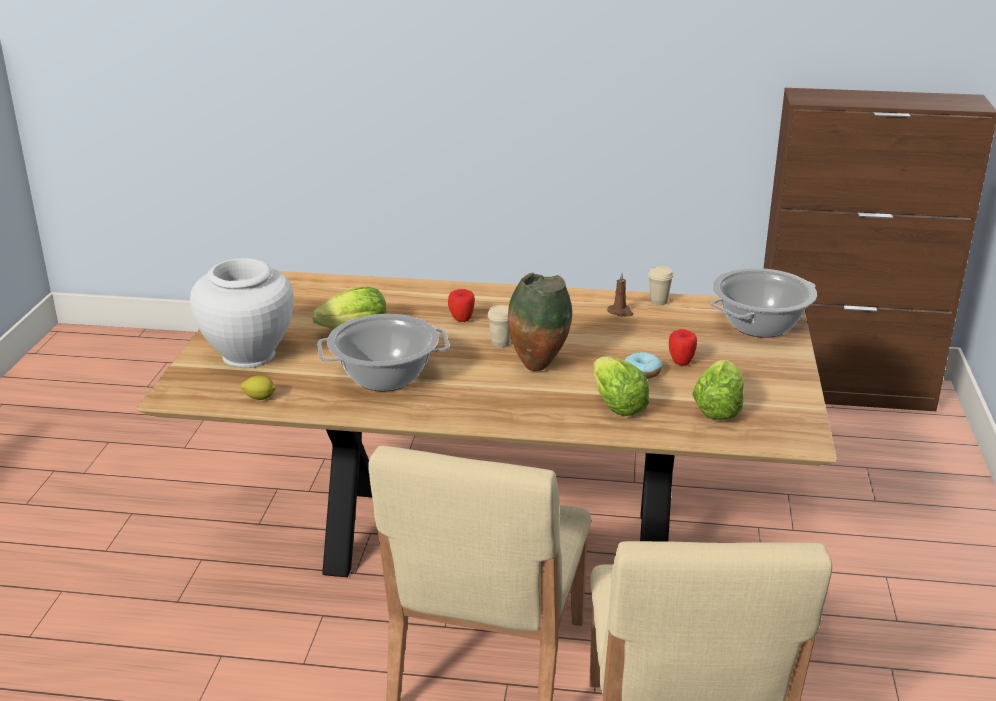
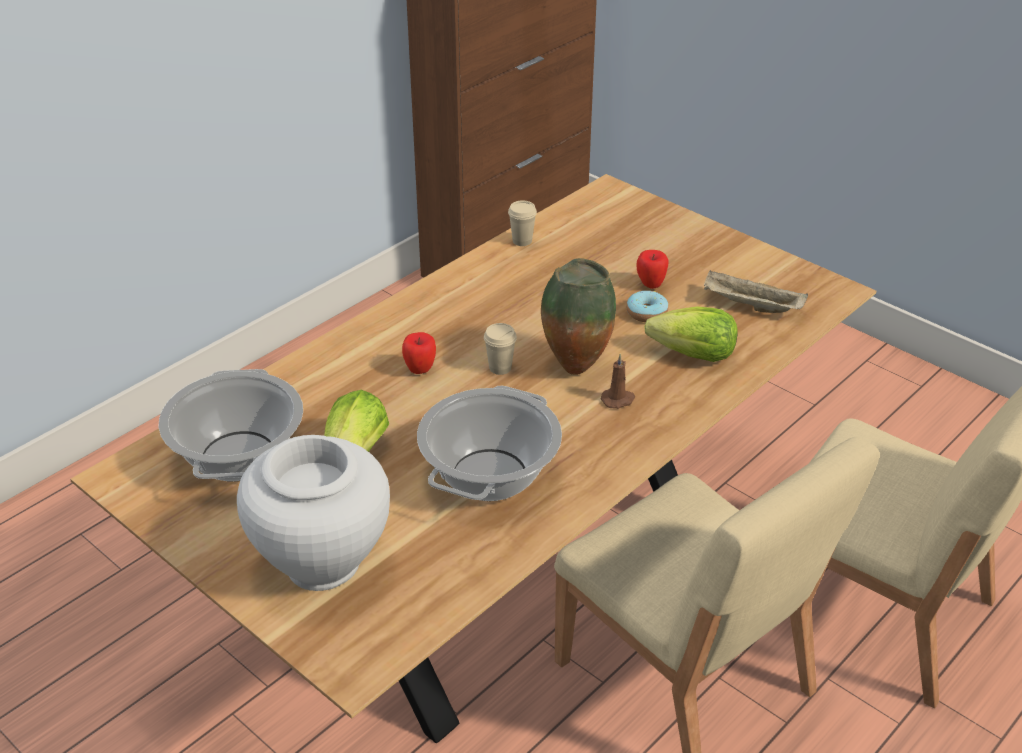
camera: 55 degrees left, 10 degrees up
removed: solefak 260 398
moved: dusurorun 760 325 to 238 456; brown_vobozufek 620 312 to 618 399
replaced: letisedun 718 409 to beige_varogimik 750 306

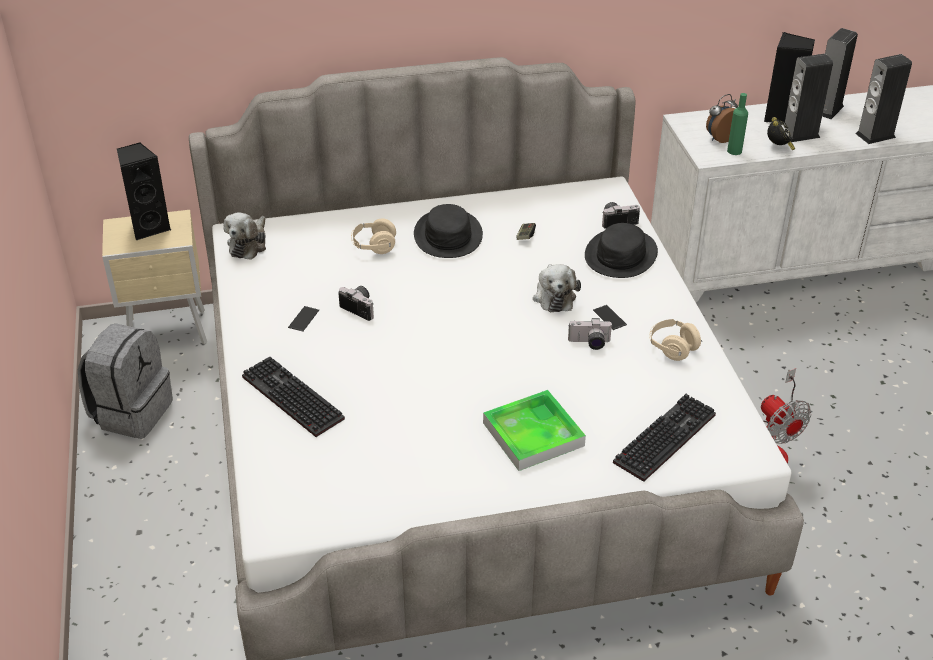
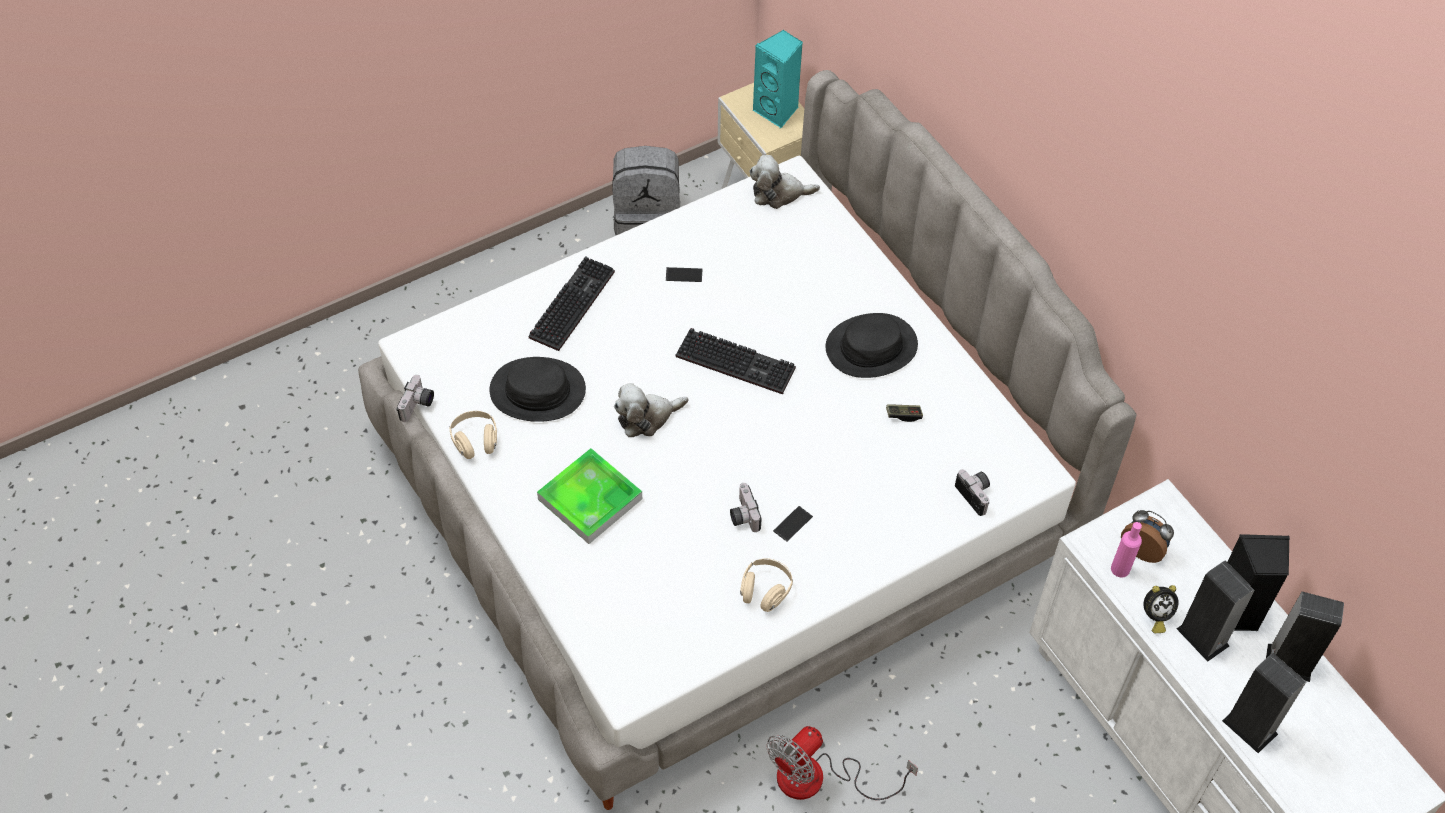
camera: 70 degrees right, 15 degrees up
moved: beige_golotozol 374 246 to 475 441; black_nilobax 621 255 to 537 391; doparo 554 296 to 647 417; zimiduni 360 308 to 418 406; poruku 664 436 to 738 361
recoloured: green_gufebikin 734 151 to pink_gufebikin 1120 569; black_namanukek 149 227 to turquoise_namanukek 777 111

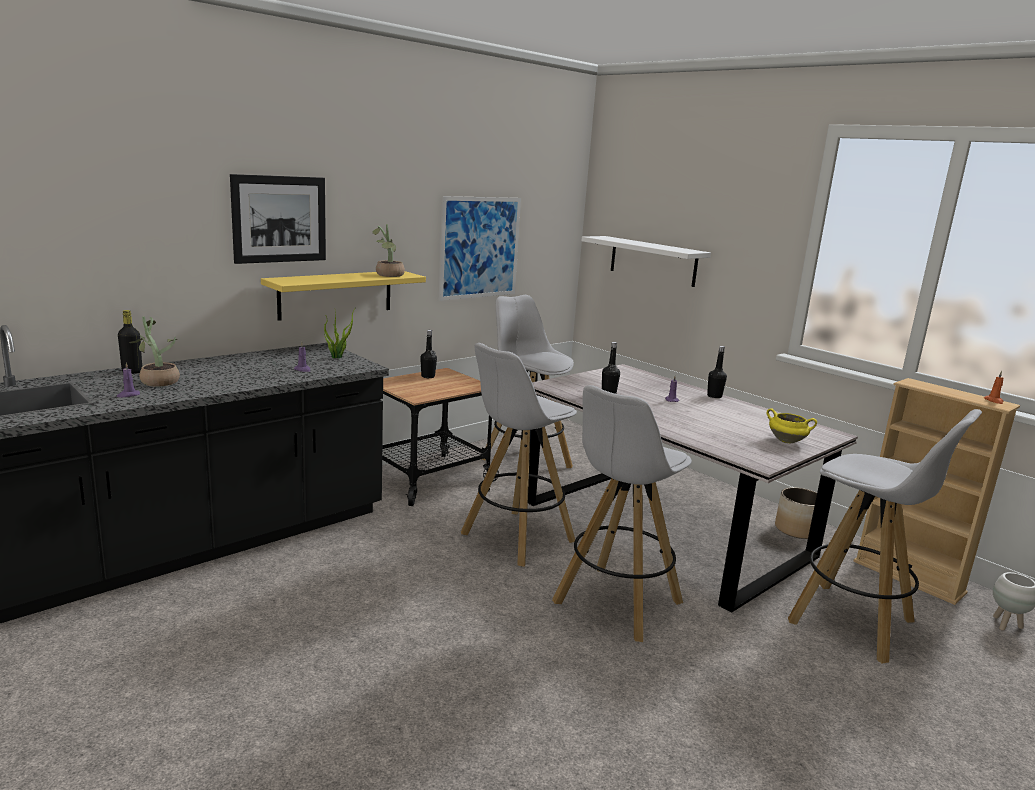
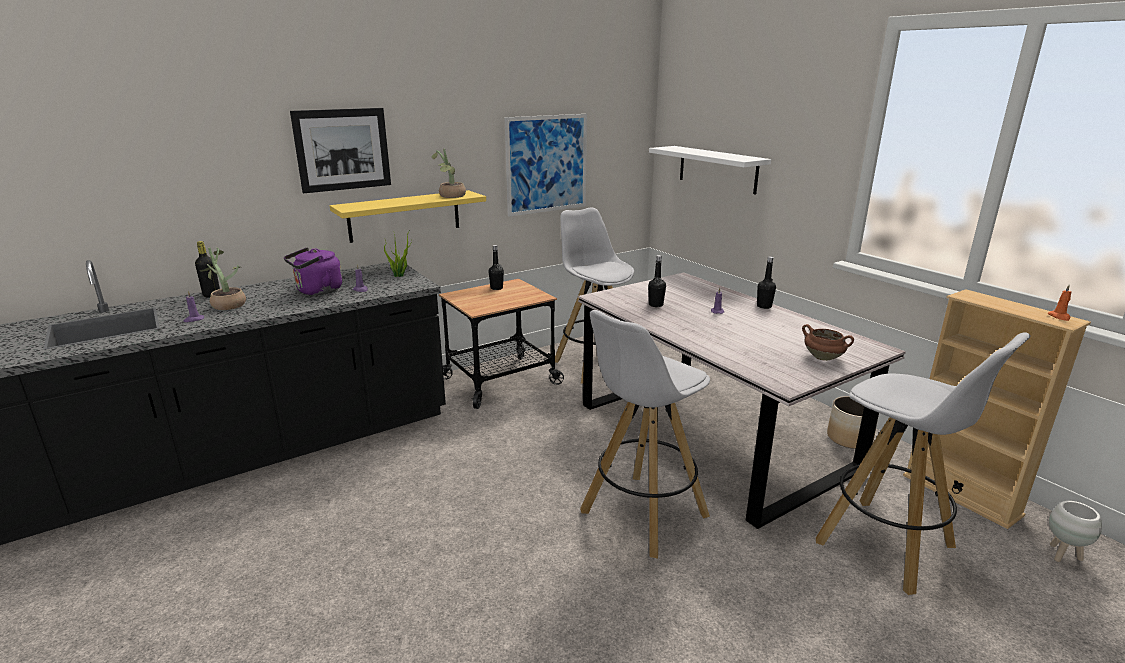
camera: 10 degrees right, 5 degrees up
removed: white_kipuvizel 516 538
added: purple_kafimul 317 291
recoloured: yellow_dusurorun 787 441 to brown_dusurorun 824 358

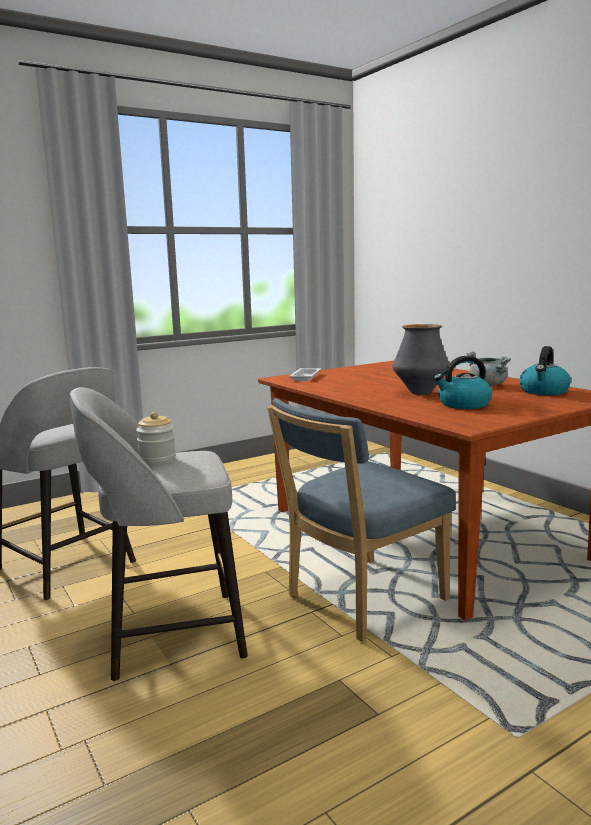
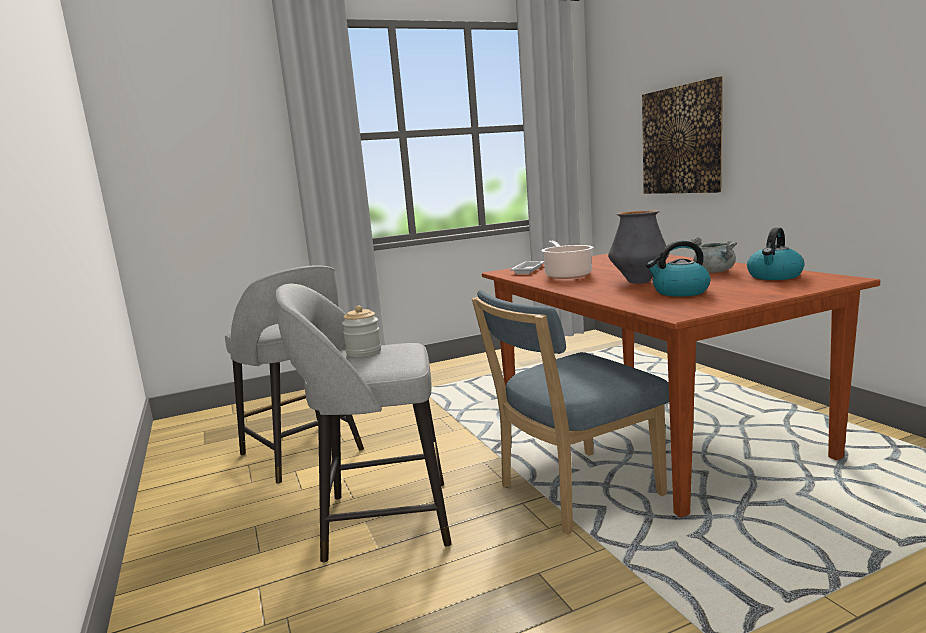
camera: 10 degrees right, 0 degrees up
added: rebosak 681 140; dusurorun 567 275

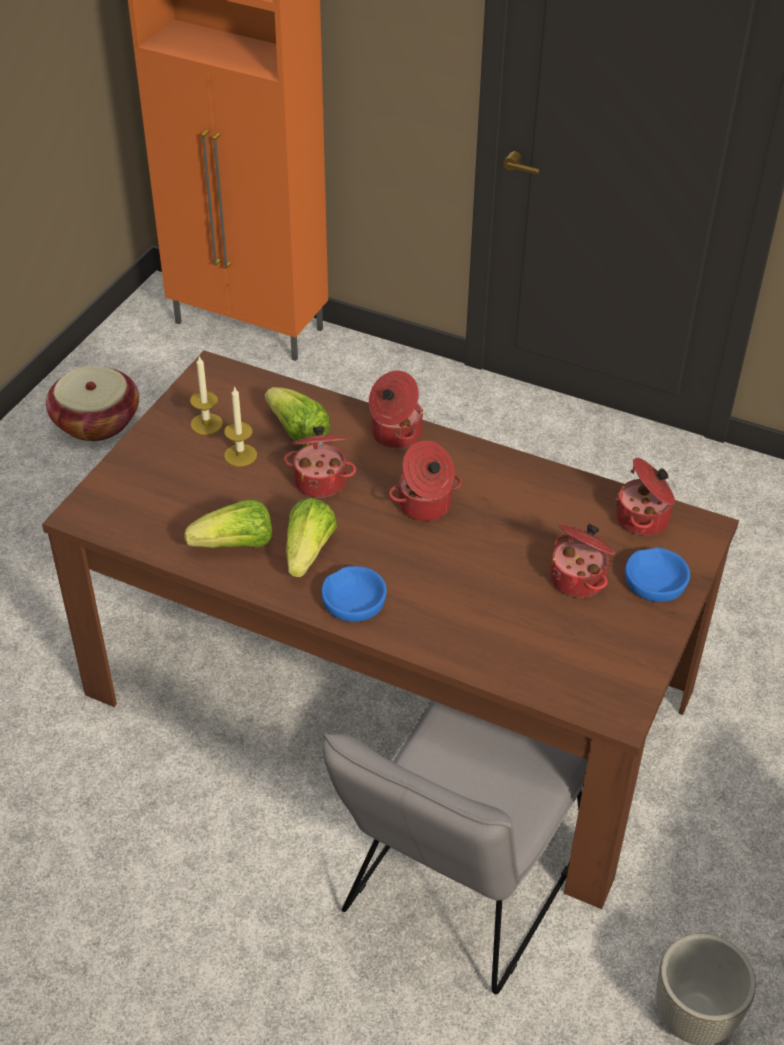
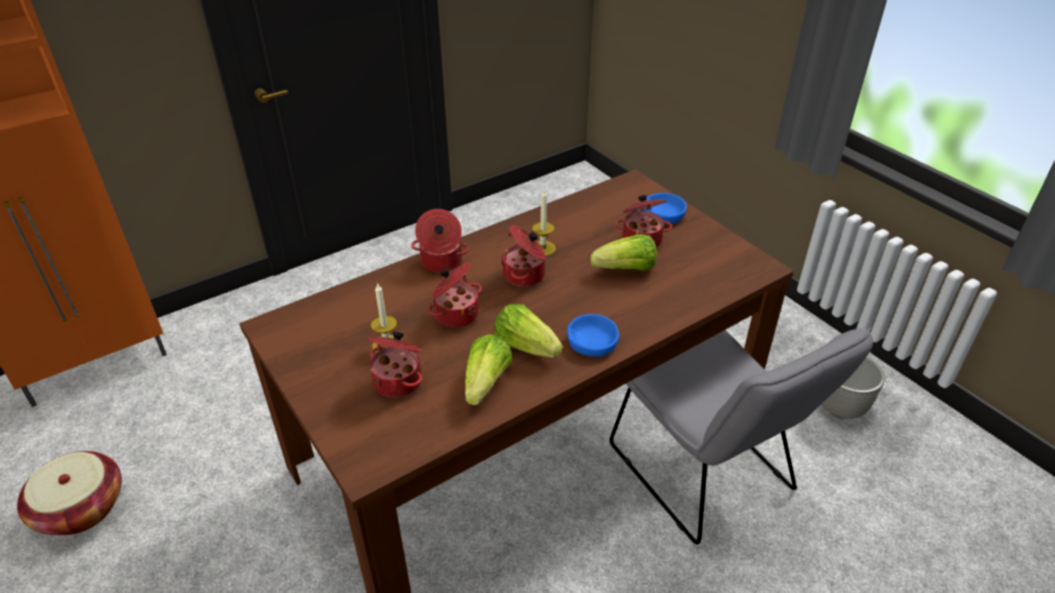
camera: 60 degrees left, 5 degrees down
moved: vobozufek 206 424 to 543 248; letisedun 297 432 to 626 269; dusurorun 643 519 to 399 381

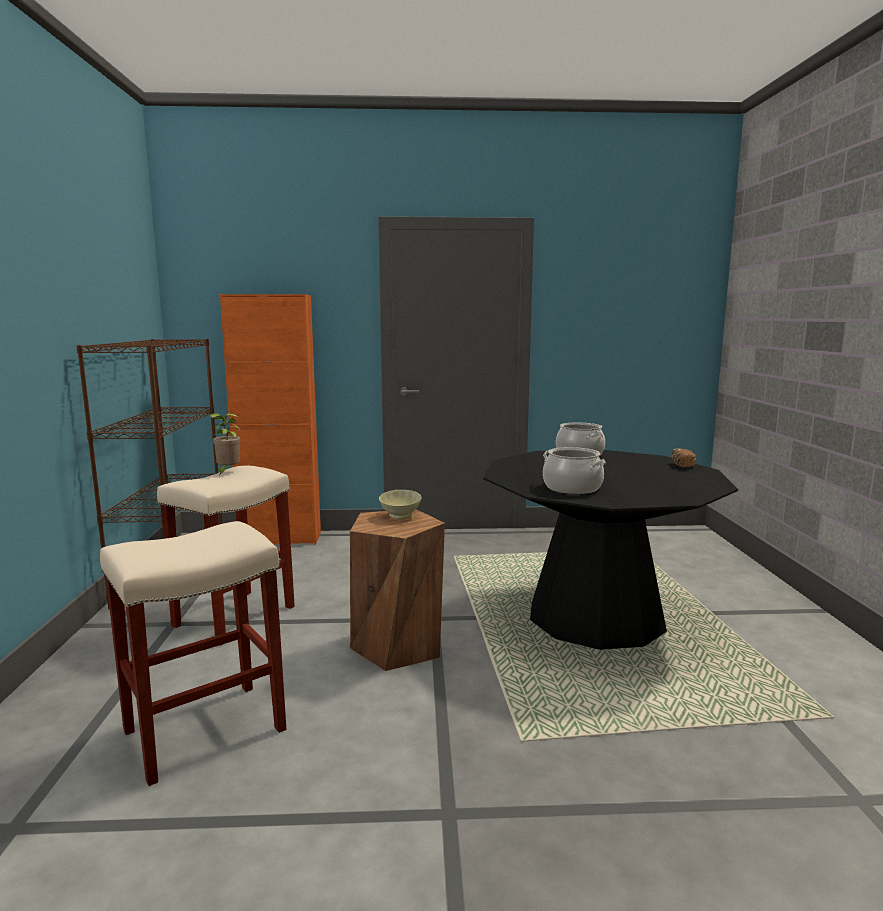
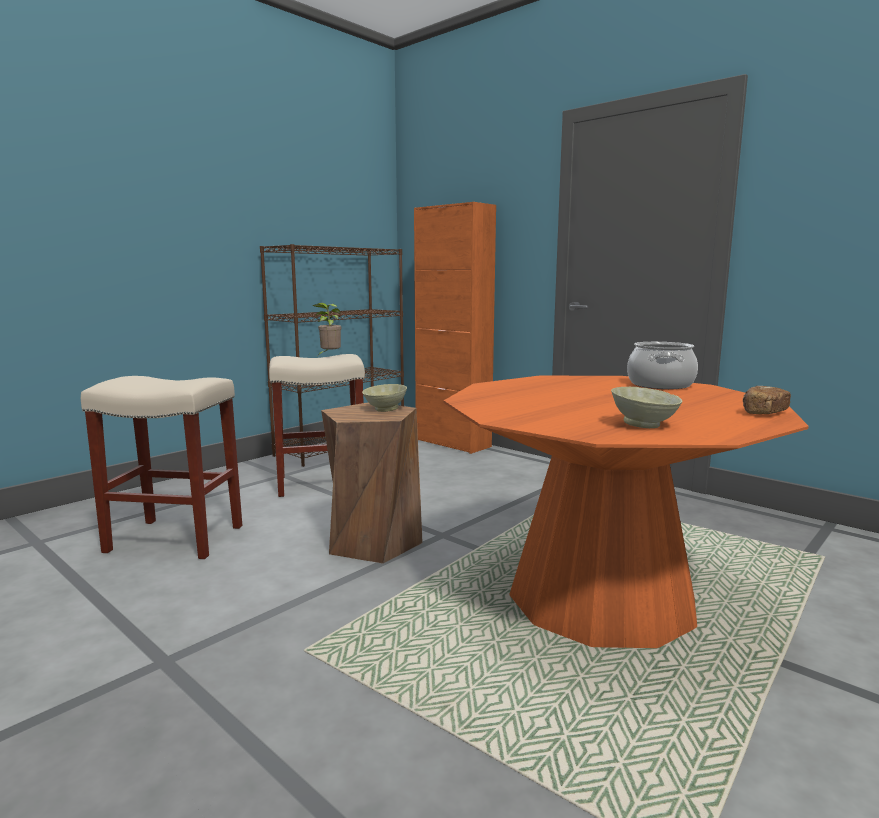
camera: 45 degrees right, 0 degrees up
removed: dusurorun 572 488
added: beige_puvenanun 644 425
recoloured: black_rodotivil 595 617 to orange_rodotivil 601 597

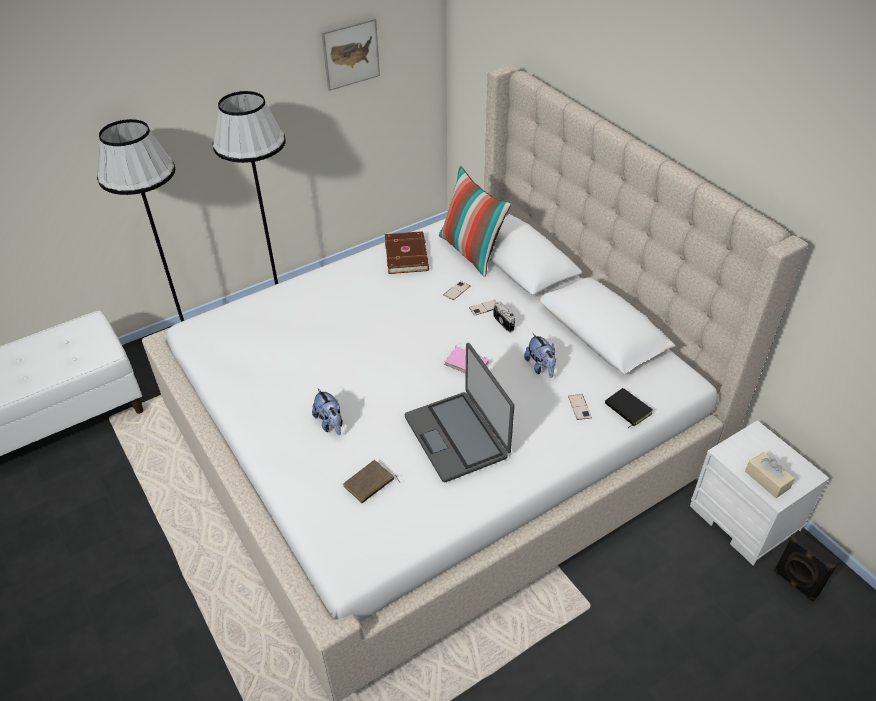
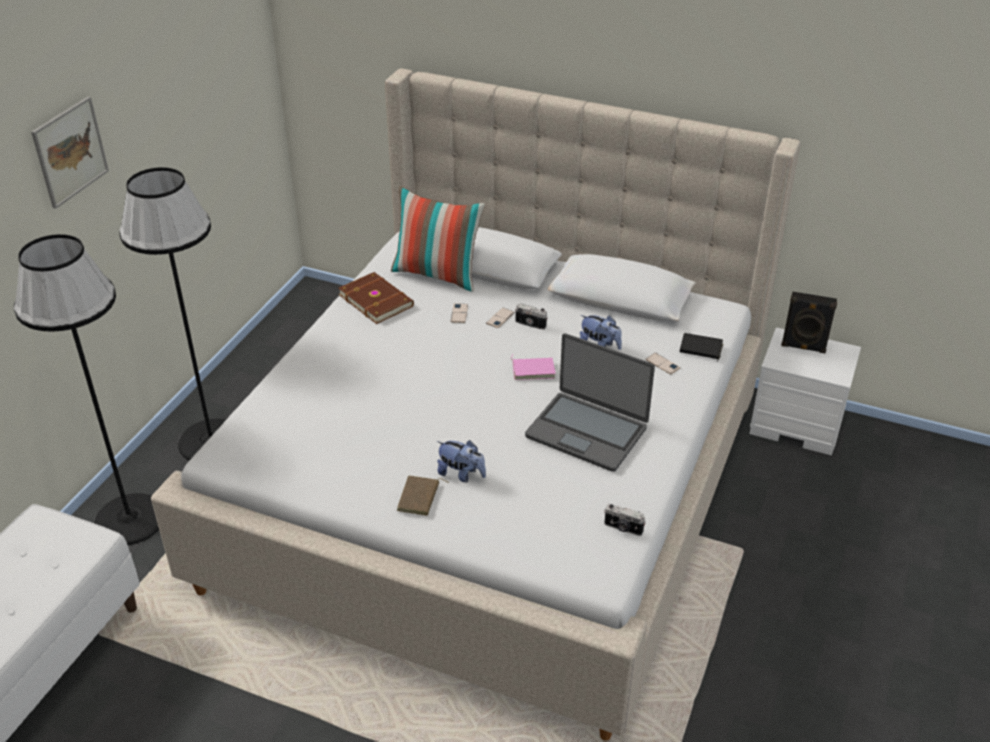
camera: 35 degrees left, 5 degrees down
removed: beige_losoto 767 480
added: zimiduni 623 528
moved: rebosak 351 54 to 70 151; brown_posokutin 369 484 to 420 498; black_namanukek 795 583 to 803 347

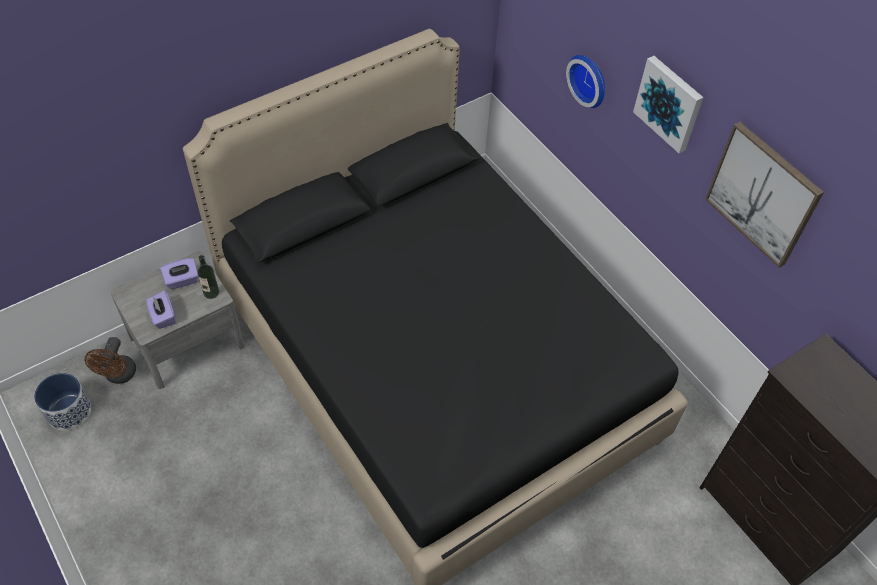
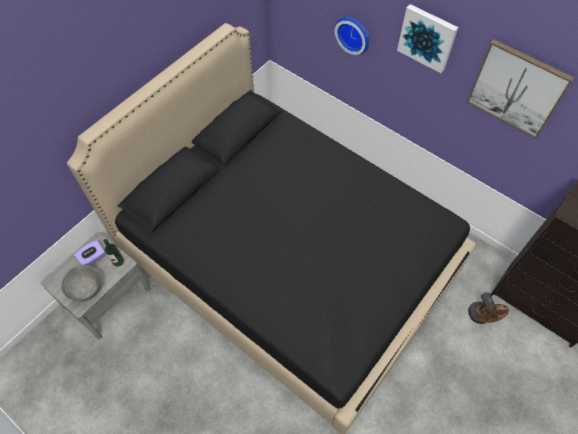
camera: 15 degrees left, 5 degrees up
removed: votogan 69 411
moved: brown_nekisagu 119 376 to 480 317
replaced: purple_losoto 163 316 to grey_puvenanun 88 290

